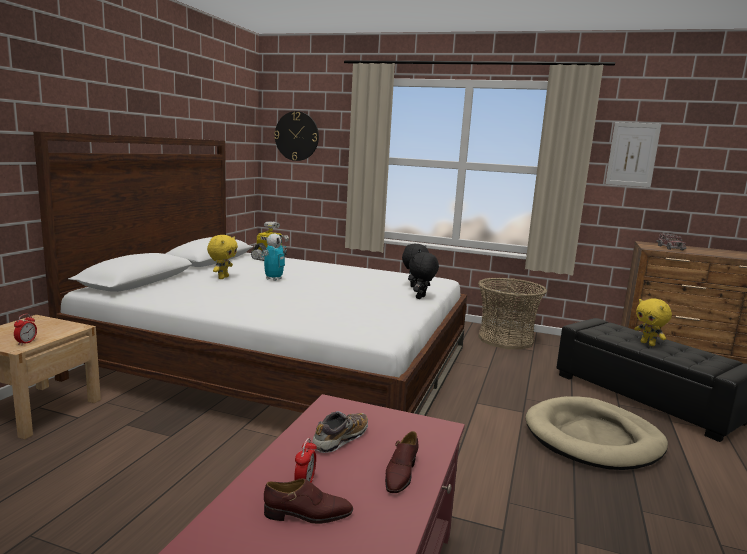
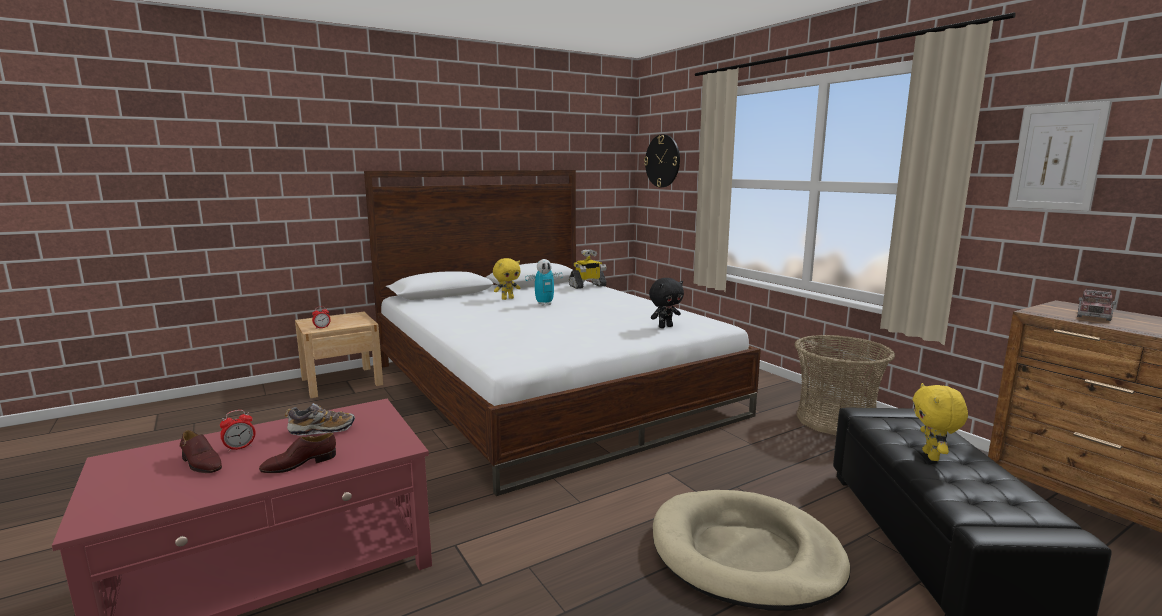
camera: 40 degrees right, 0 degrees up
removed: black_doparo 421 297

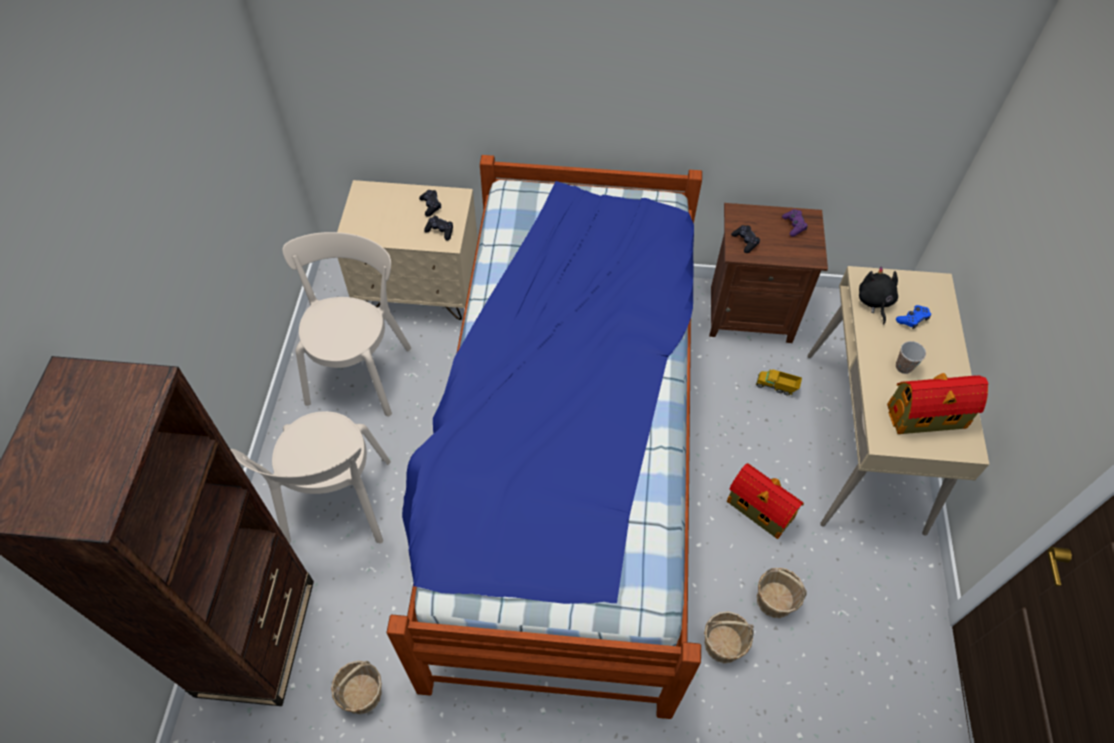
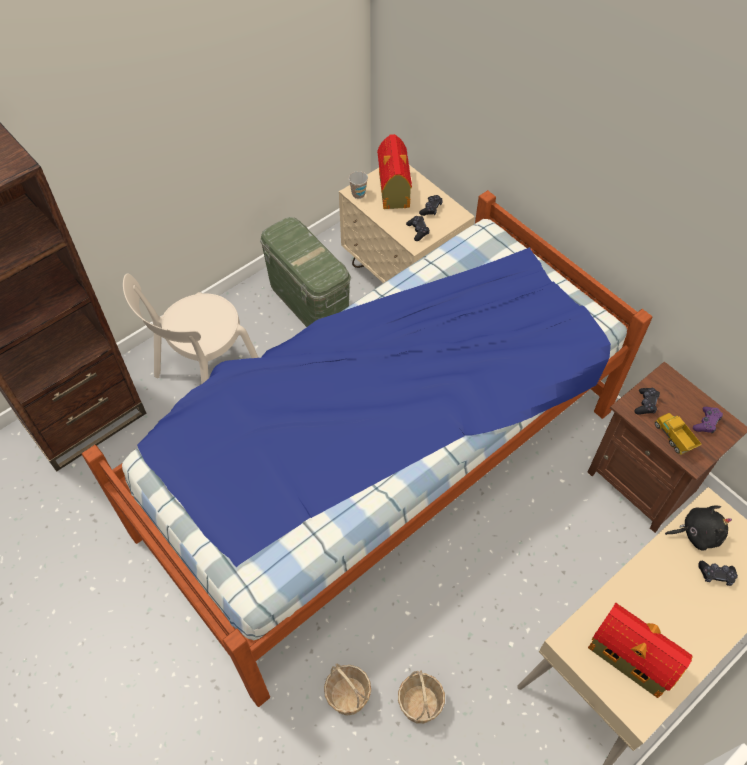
camera: 45 degrees right, 0 degrees up
removed: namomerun 361 693
moved: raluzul 903 367 to 358 194; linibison 776 387 to 673 439; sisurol 761 511 to 394 190
replaced: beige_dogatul 360 370 to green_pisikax 309 301
recoloured: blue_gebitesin 912 319 to black_gebitesin 716 575
turned: black_doparo 874 302 = 697 533 45 degrees clockwise

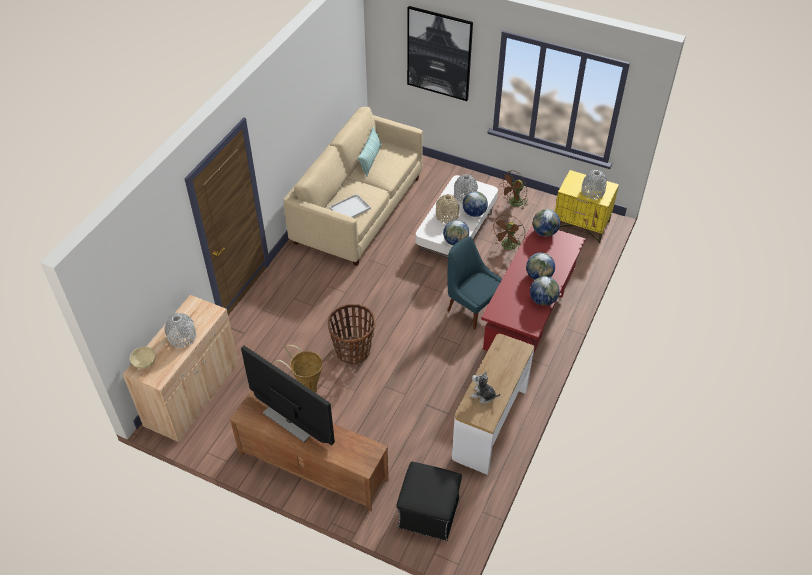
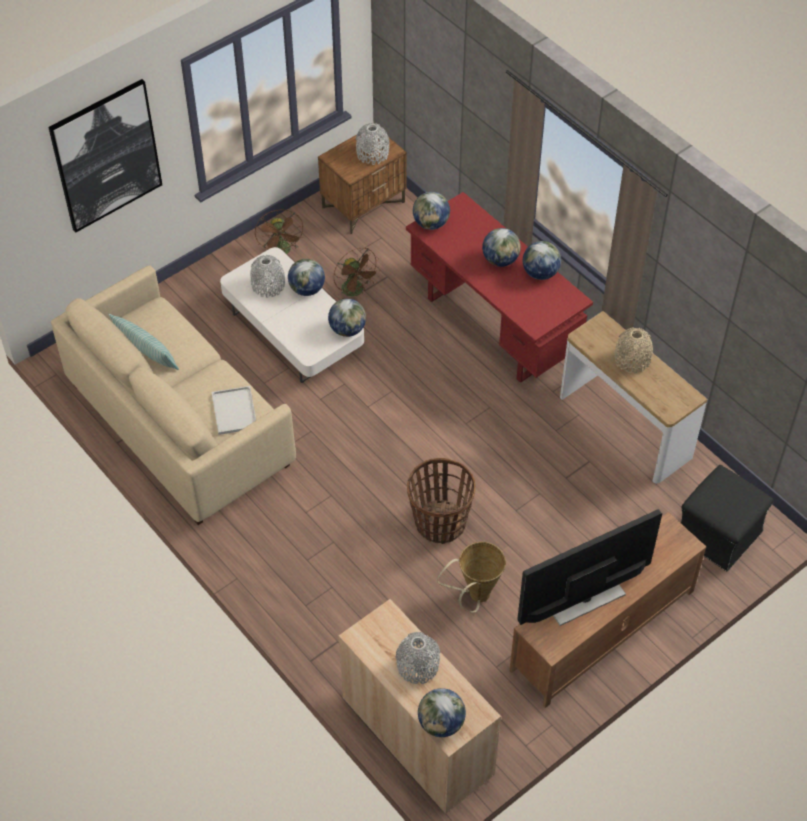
camera: 65 degrees left, 5 degrees up
removed: blue_dogatul 472 307; doparo 483 395
moved: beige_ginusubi 447 216 to 632 360
replaced: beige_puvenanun 144 362 to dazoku 441 723
recoloured: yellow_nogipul 581 225 to brown_nogipul 364 204

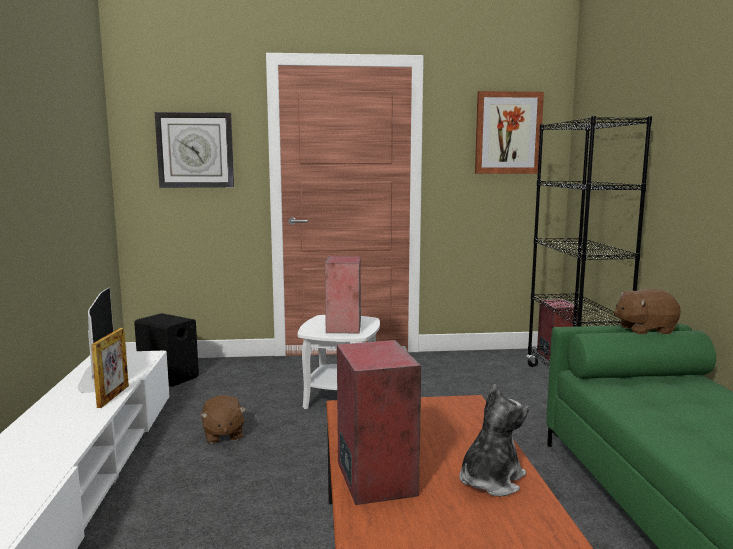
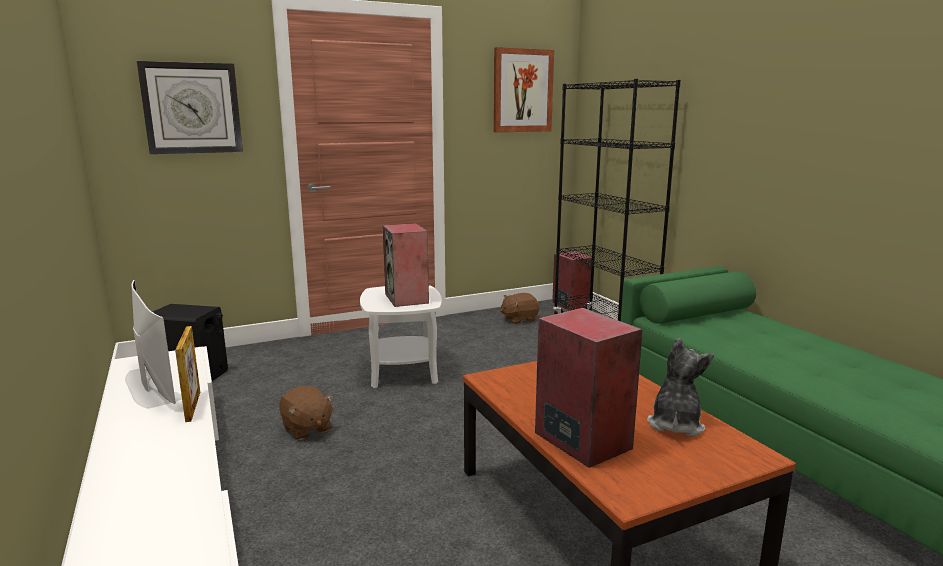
camera: 20 degrees left, 5 degrees up
moved: brown_doparo 644 330 to 519 319

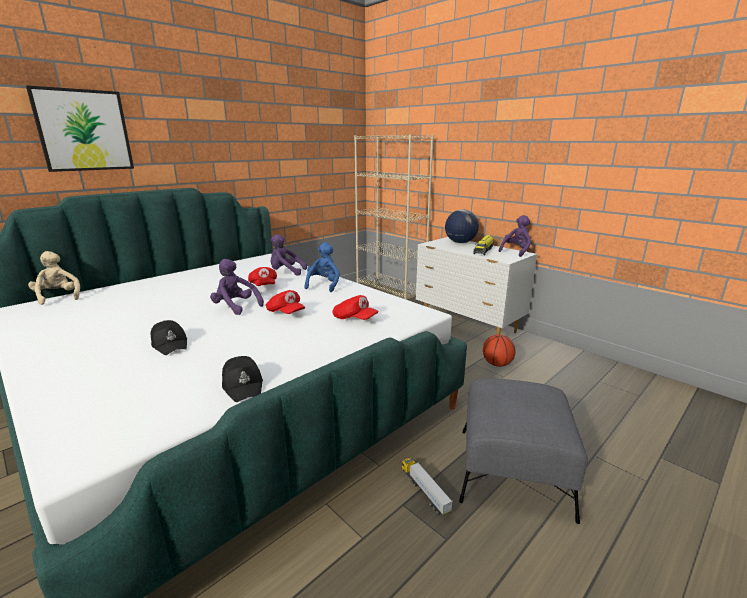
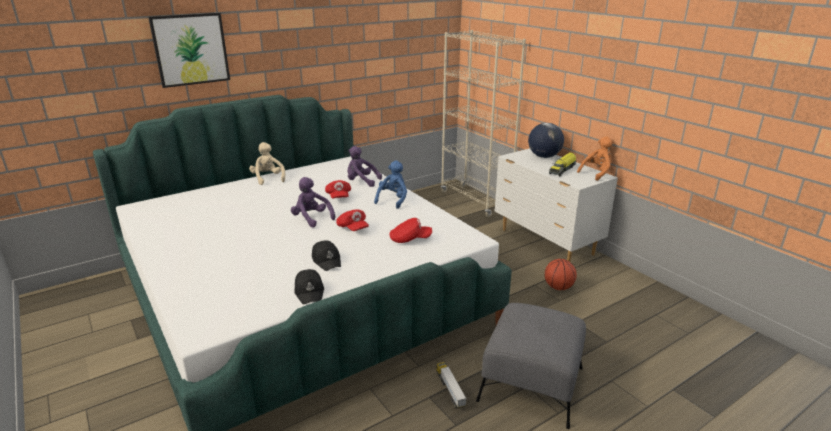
camera: 10 degrees right, 5 degrees up
moved: beige_doparo 58 297 to 268 178; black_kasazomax 170 344 to 327 260
recoloured: purple_doparo 516 251 to orange_doparo 596 173
turned: red_kasazomax 354 319 = 410 239 45 degrees counterclockwise

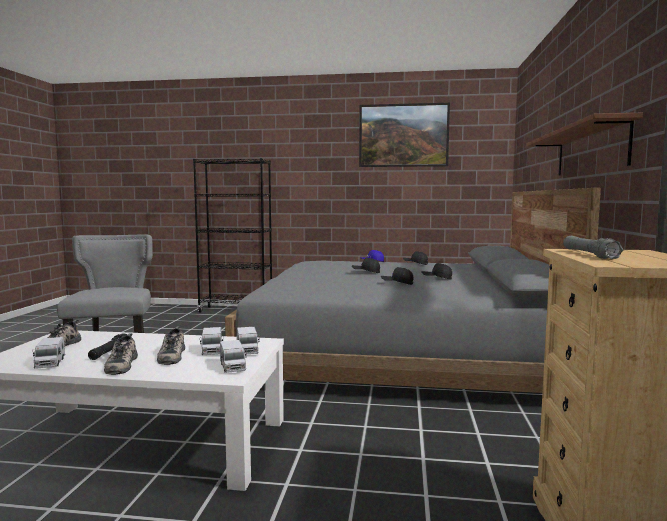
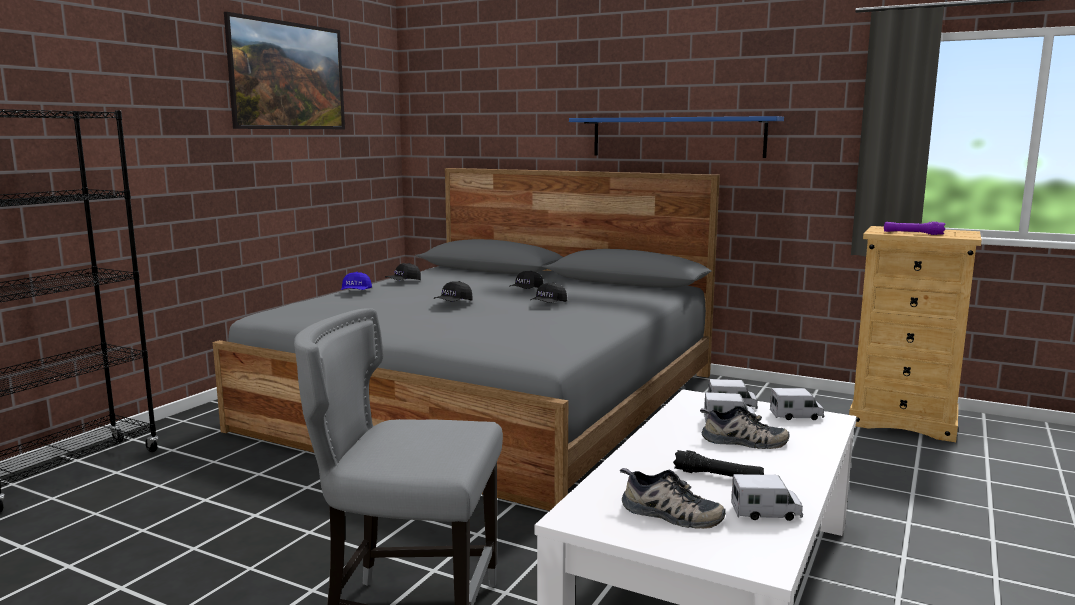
camera: 70 degrees left, 5 degrees up
removed: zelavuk 121 364
recoloured: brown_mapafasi 589 151 to blue_mapafasi 676 137; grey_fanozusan 589 255 to purple_fanozusan 913 233

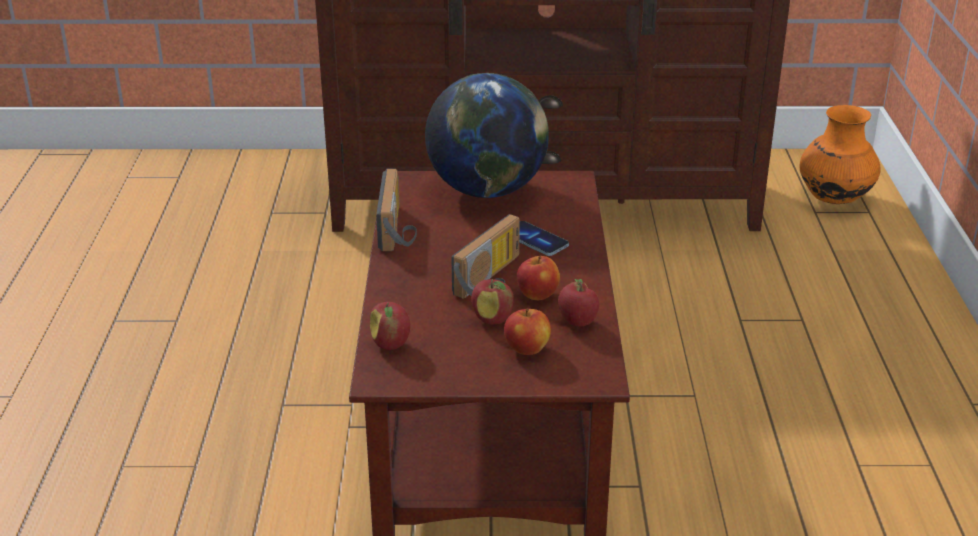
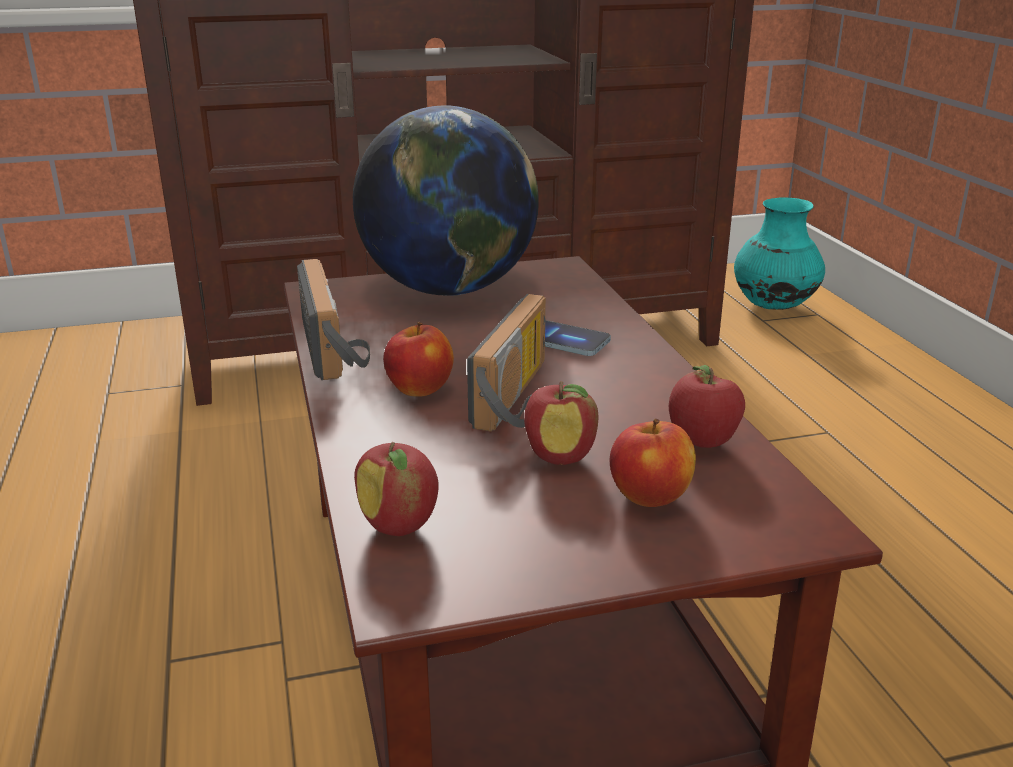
camera: 15 degrees left, 5 degrees down
moved: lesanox 537 295 to 419 390
recoloured: orange_ginusubi 834 199 to turquoise_ginusubi 773 306

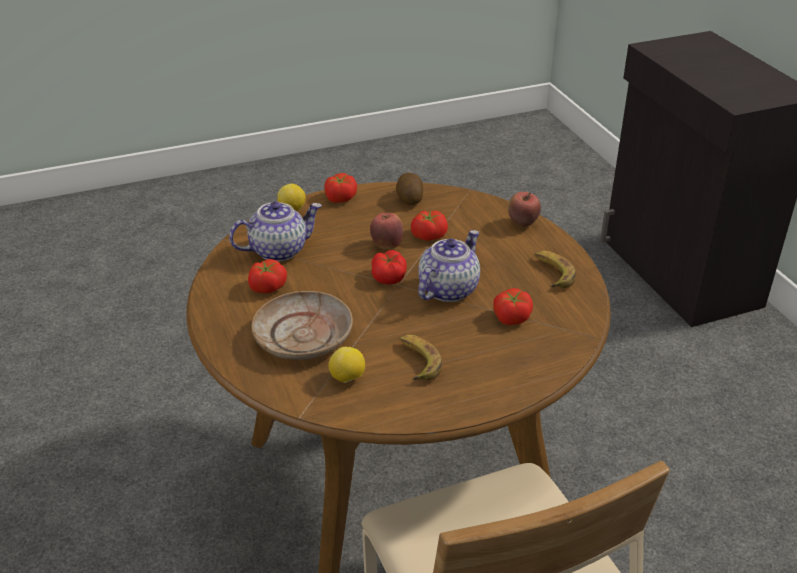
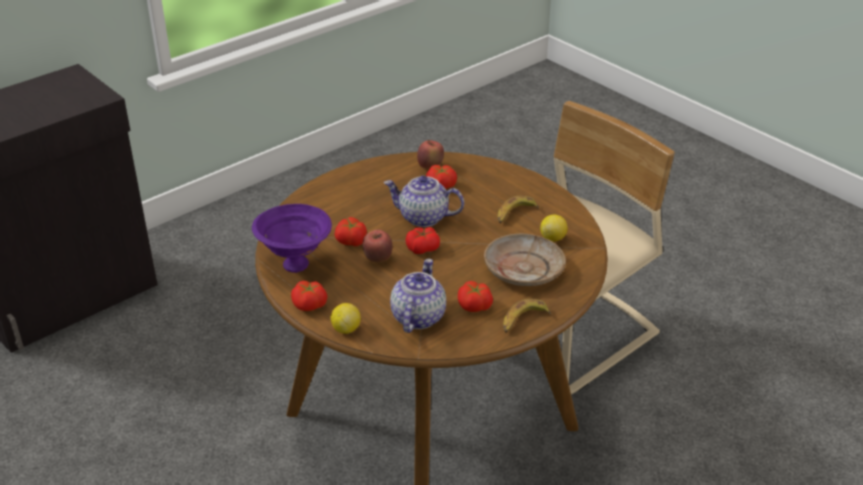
camera: 110 degrees left, 0 degrees up
moved: lesanox 522 224 to 430 167; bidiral 552 273 to 523 320
replaced: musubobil 409 199 to purple_puvenanun 294 264
turned: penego 278 250 = 417 317 60 degrees clockwise

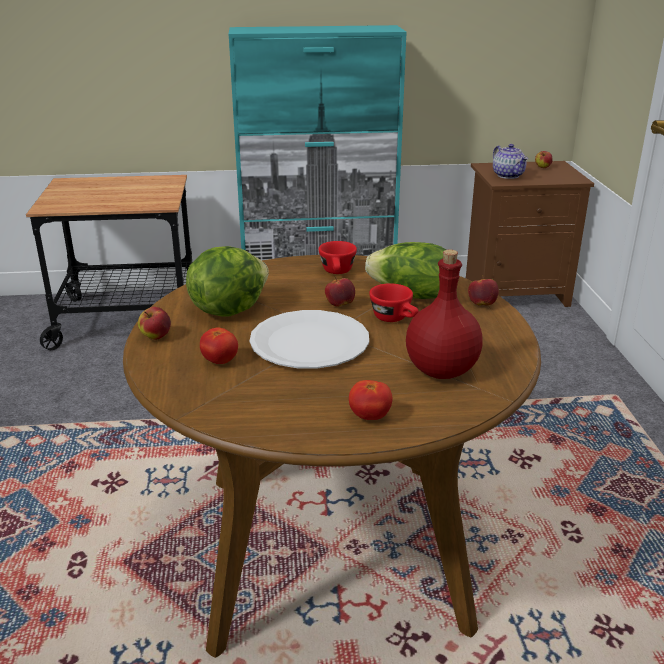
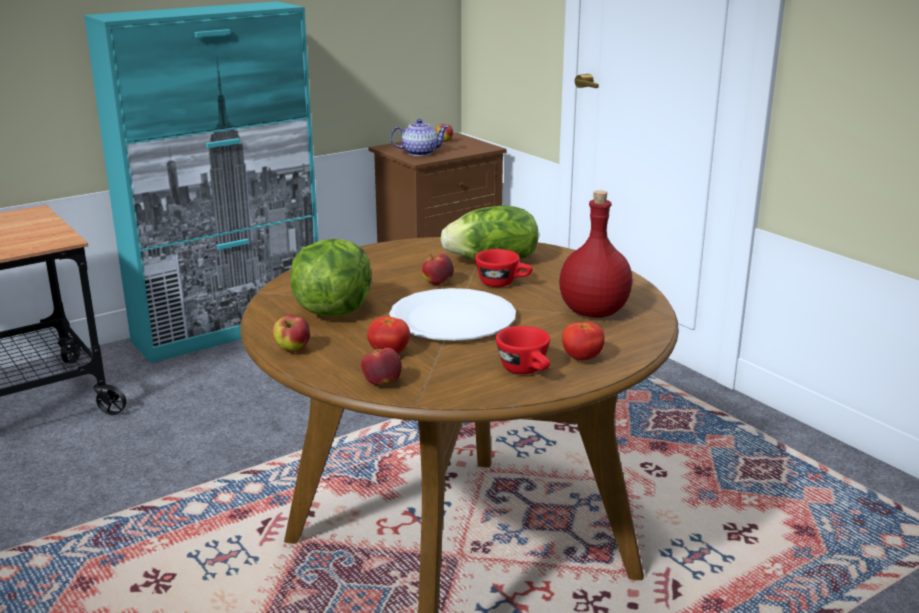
camera: 30 degrees left, 5 degrees down
moved: red_raluzul 338 272 to 527 371; lesanox 482 304 to 382 383
turned: penego 508 175 = 419 153 45 degrees counterclockwise

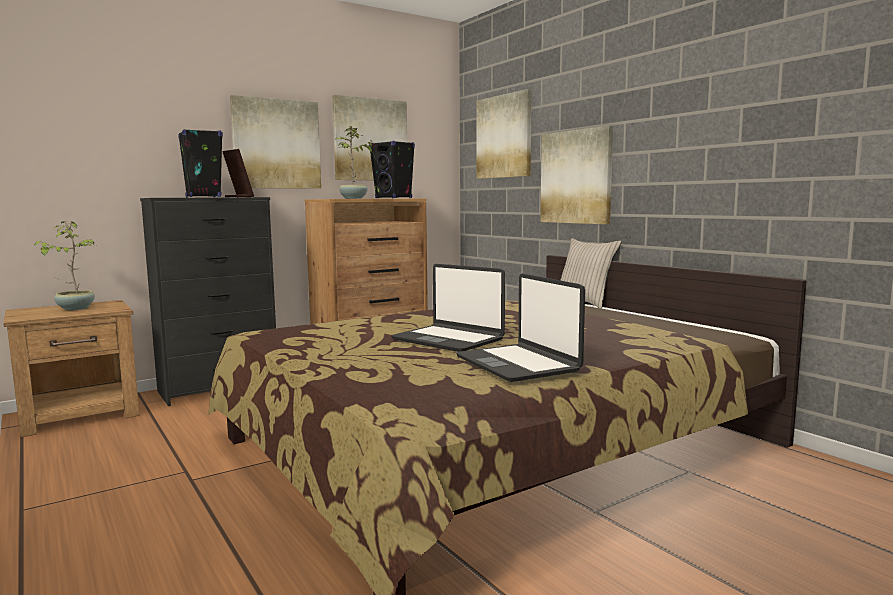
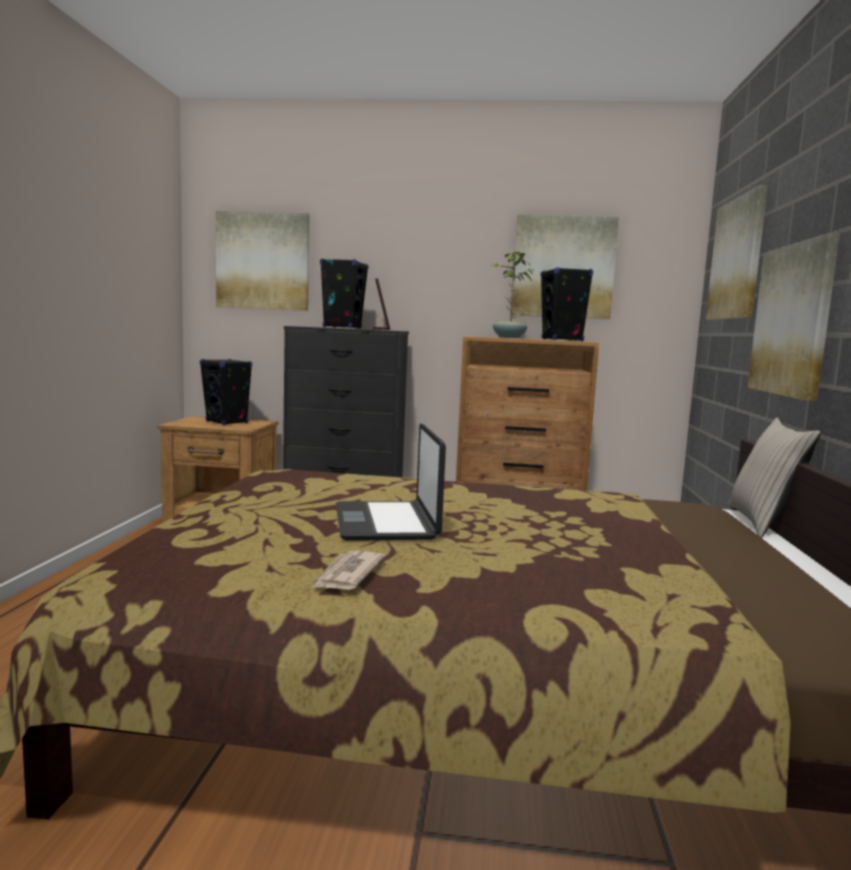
camera: 40 degrees right, 0 degrees up
moved: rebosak 276 144 to 263 261
replaced: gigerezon 75 308 to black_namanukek 227 422; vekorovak 518 364 to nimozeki 347 574

